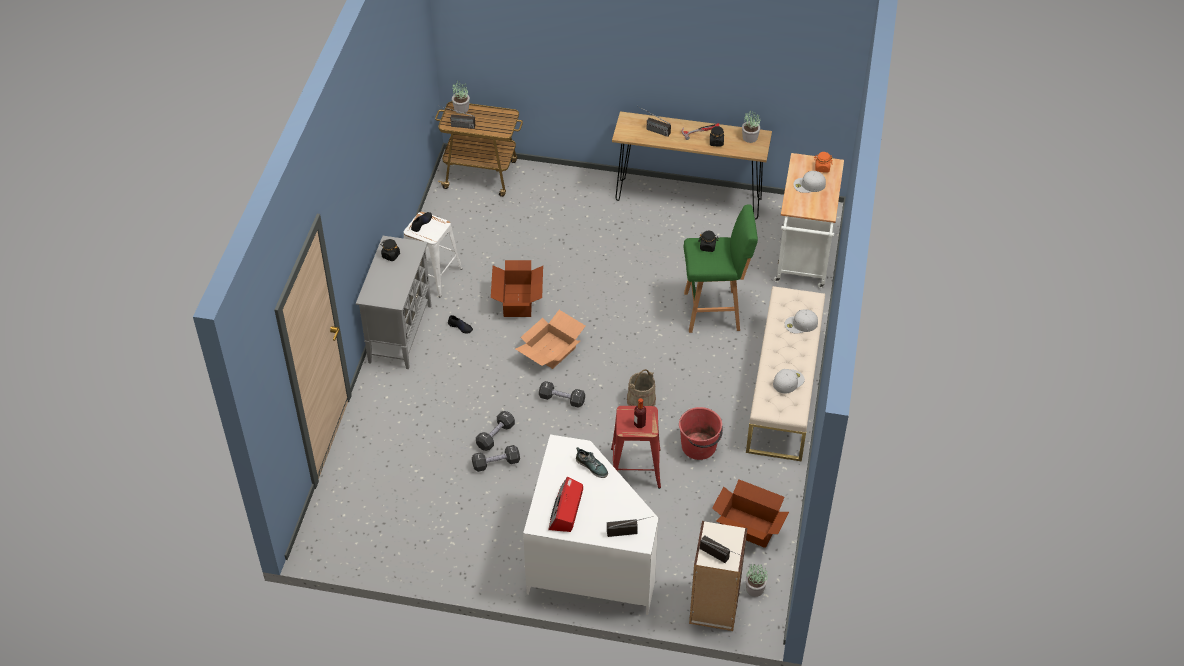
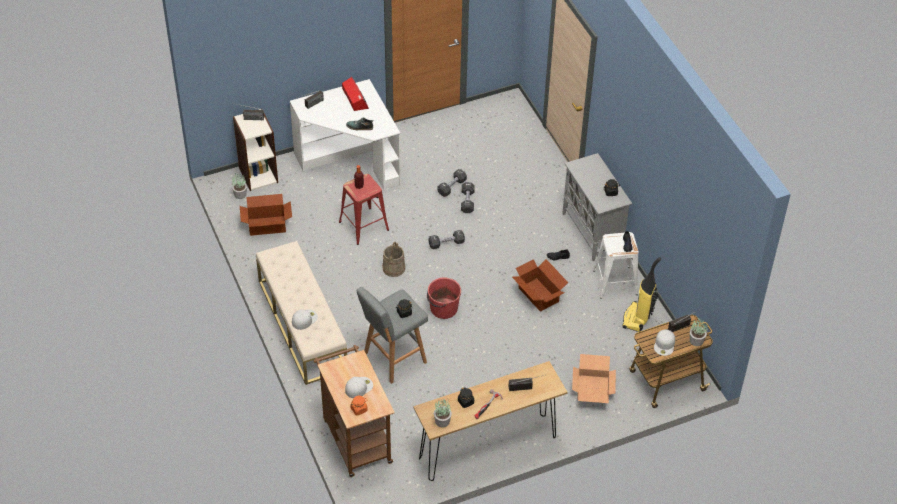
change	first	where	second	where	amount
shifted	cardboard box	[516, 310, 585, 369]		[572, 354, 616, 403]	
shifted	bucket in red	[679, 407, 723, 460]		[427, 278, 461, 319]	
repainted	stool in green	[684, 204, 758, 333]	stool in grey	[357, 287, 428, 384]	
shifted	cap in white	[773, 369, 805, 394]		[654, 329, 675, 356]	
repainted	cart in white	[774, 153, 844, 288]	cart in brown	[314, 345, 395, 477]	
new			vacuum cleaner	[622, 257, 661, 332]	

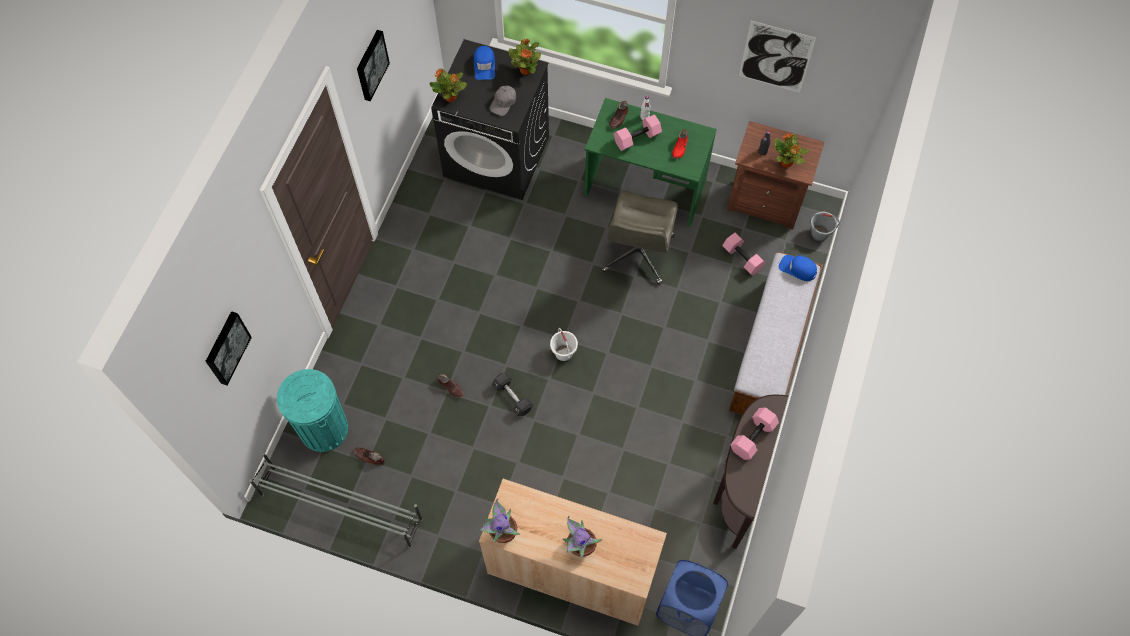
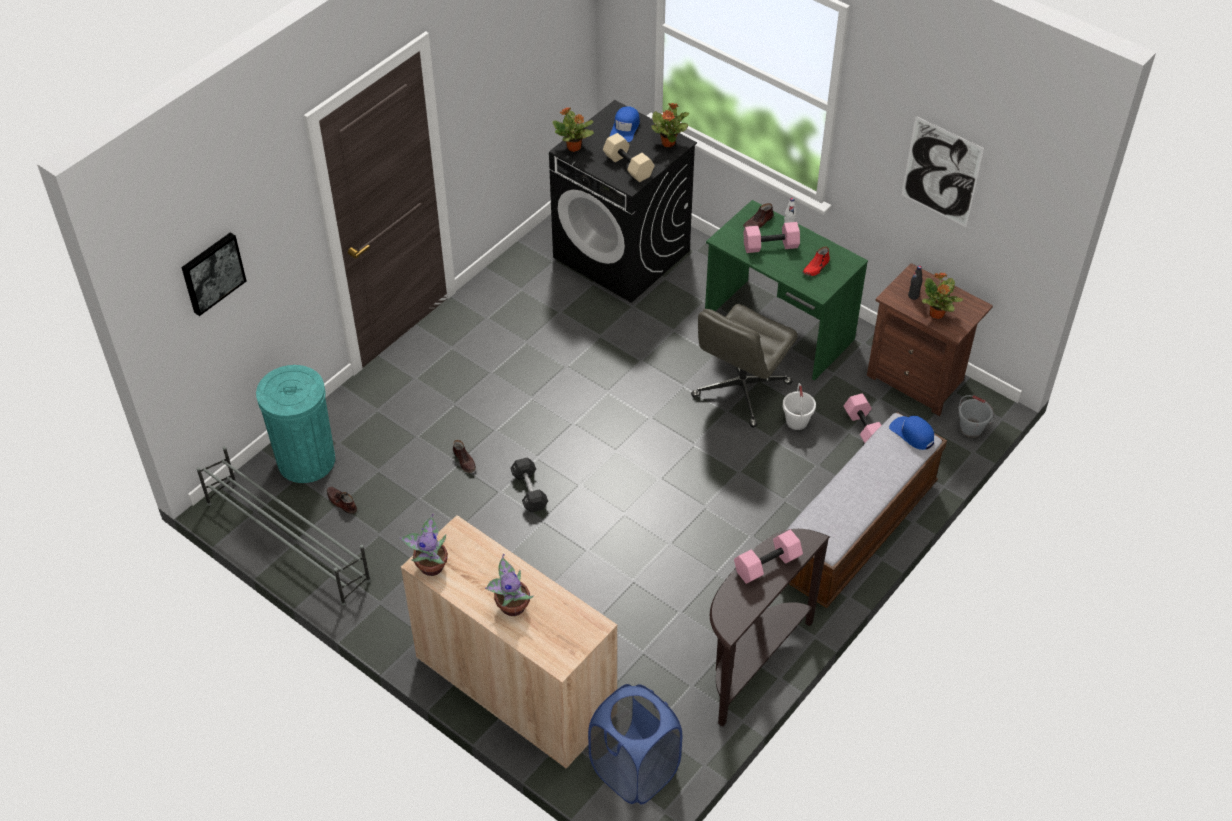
change	first	where	second	where	amount
gone	picture	[357, 30, 390, 101]			
swapped	cap in grey	[489, 86, 516, 116]	dumbbell in beige	[603, 133, 655, 182]	
shifted	bucket in white	[550, 328, 578, 361]		[783, 383, 816, 430]	

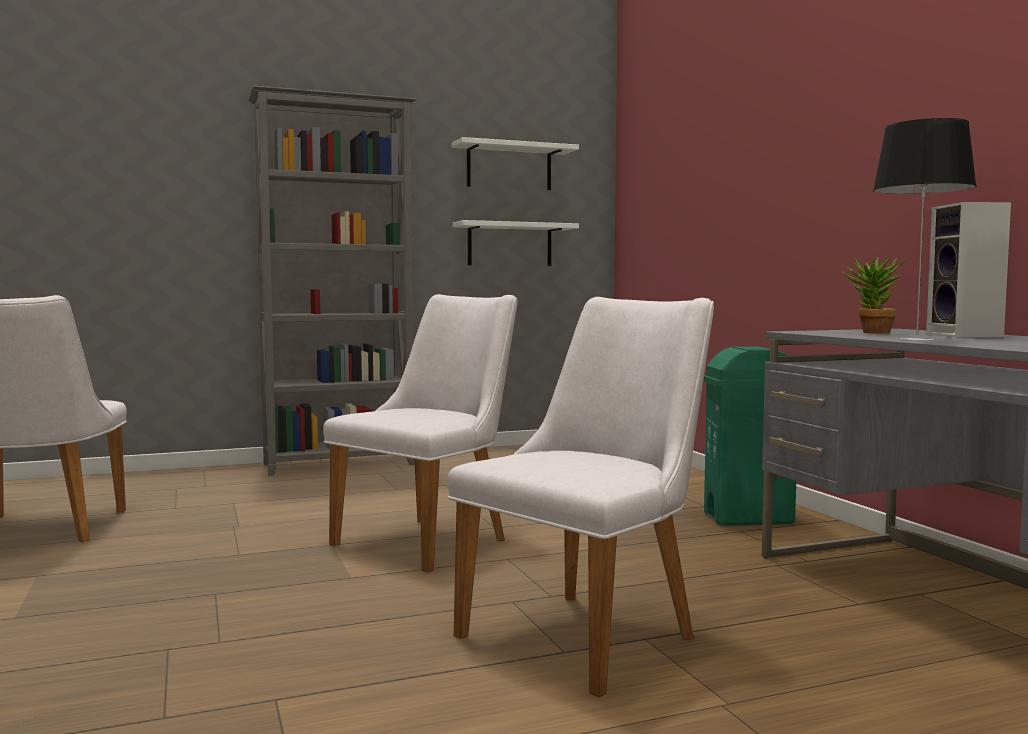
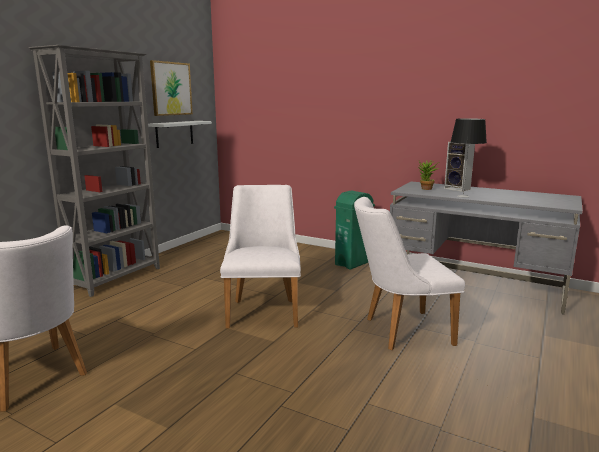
change	first	where	second	where	amount
rotated	chair in white	[448, 297, 714, 697]		[354, 197, 465, 350]	105 degrees counterclockwise
swapped	shelf in white	[452, 137, 579, 190]	picture	[150, 60, 193, 116]	

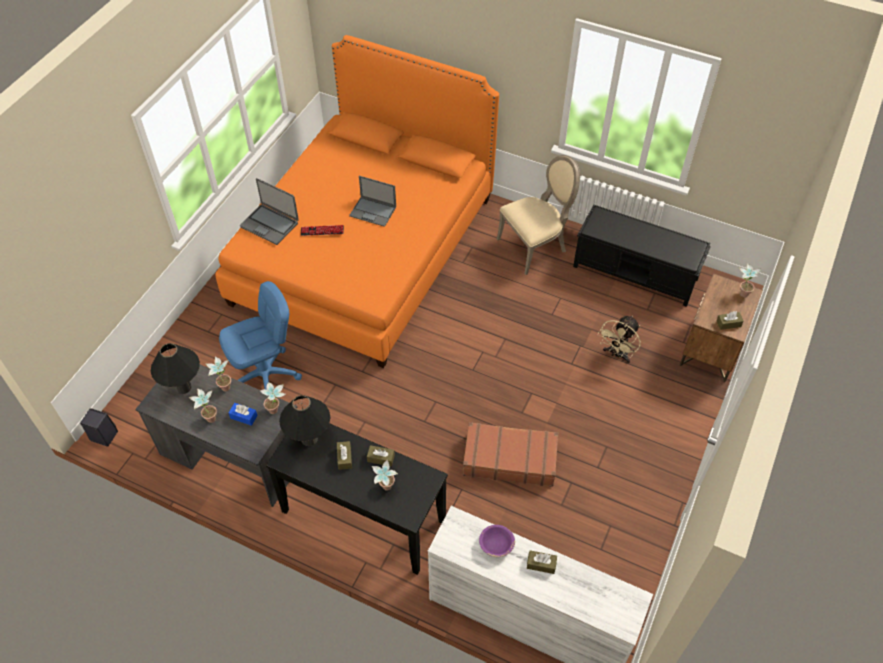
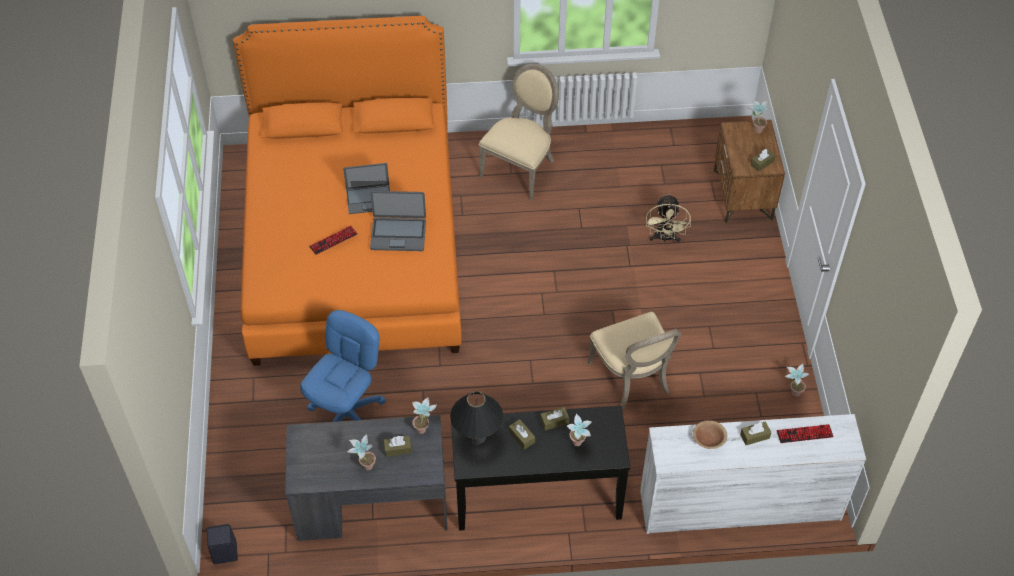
change	first	where	second	where	amount
gone	table lamp in black	[151, 343, 200, 394]			
shifted	potted plant	[205, 357, 231, 391]		[785, 364, 809, 397]	
repainted	tissue box in blue	[229, 403, 258, 426]	tissue box in brown	[384, 436, 412, 457]	
shifted	laptop	[240, 178, 299, 245]		[370, 191, 426, 251]	
swapped	suitcase in brown	[463, 422, 558, 487]	chair in beige	[588, 312, 682, 410]	
repainted	bowl in purple	[479, 525, 515, 557]	bowl in brown	[693, 420, 727, 449]	
gone	bench in black	[573, 205, 711, 307]			
new			keyboard	[777, 424, 834, 443]	

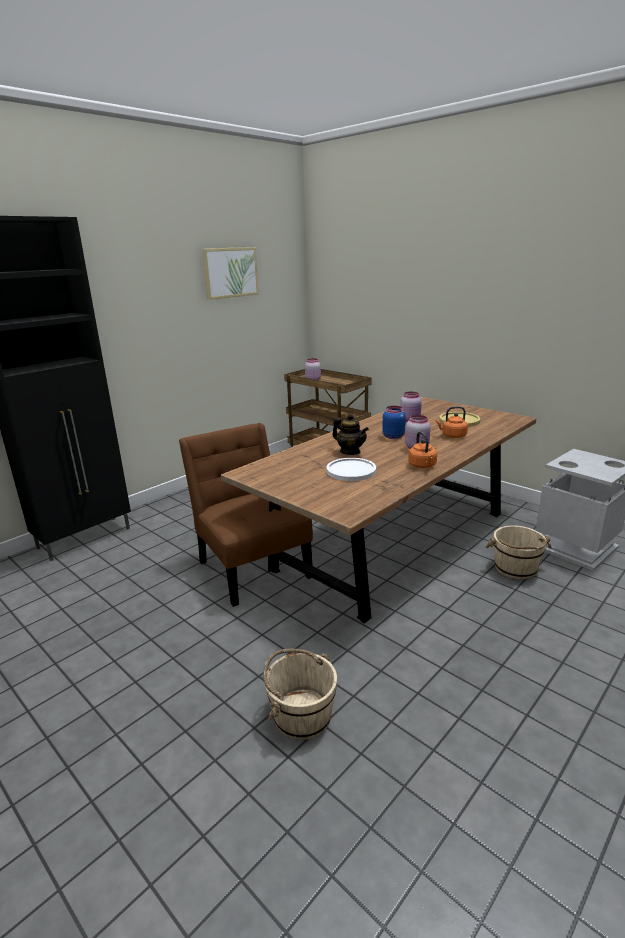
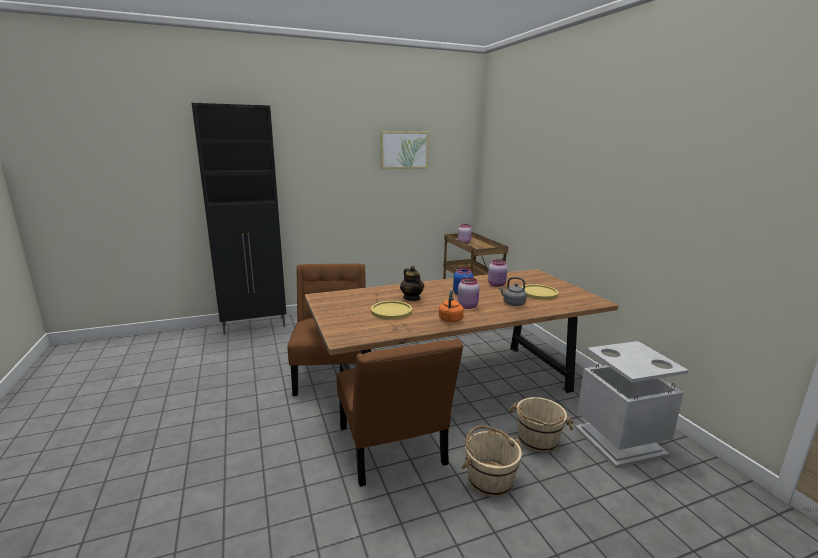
change	first	where	second	where	amount
shifted	bucket in beige	[263, 649, 337, 740]		[461, 425, 522, 497]	
repainted	plate in white	[327, 458, 376, 481]	plate in yellow	[371, 301, 412, 320]	
repainted	kettle in orange	[435, 406, 468, 438]	kettle in grey	[499, 277, 527, 306]	
new			chair in brown	[337, 339, 463, 487]	

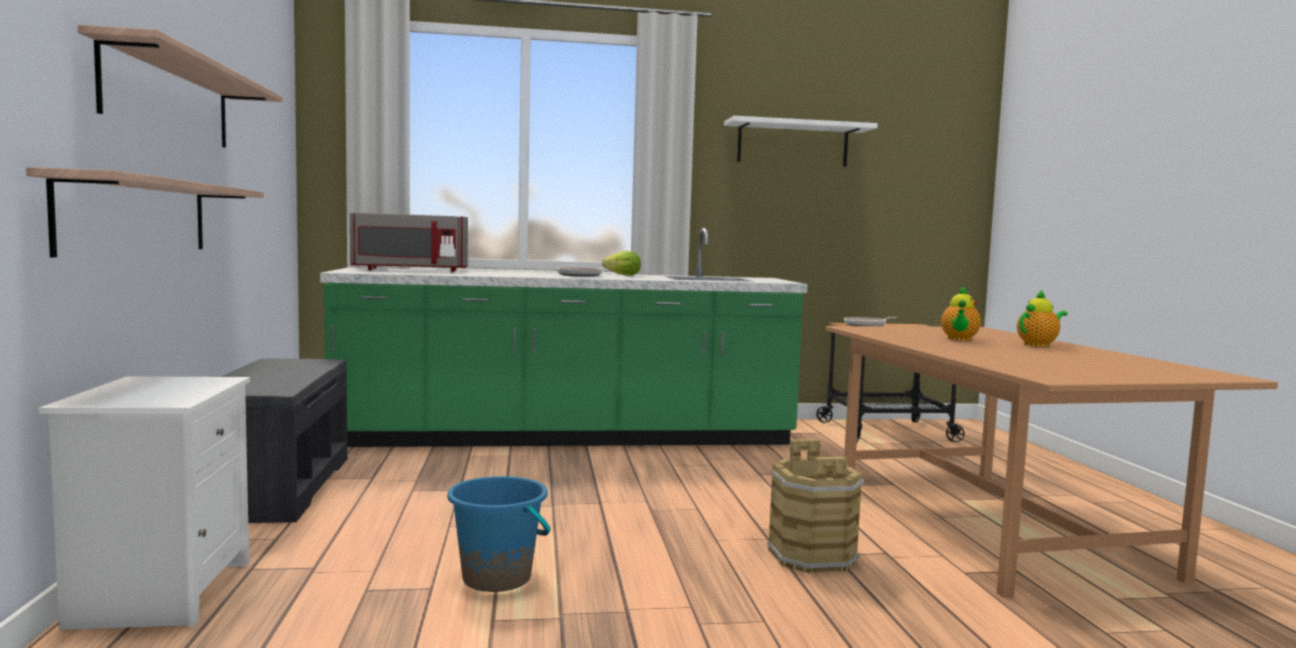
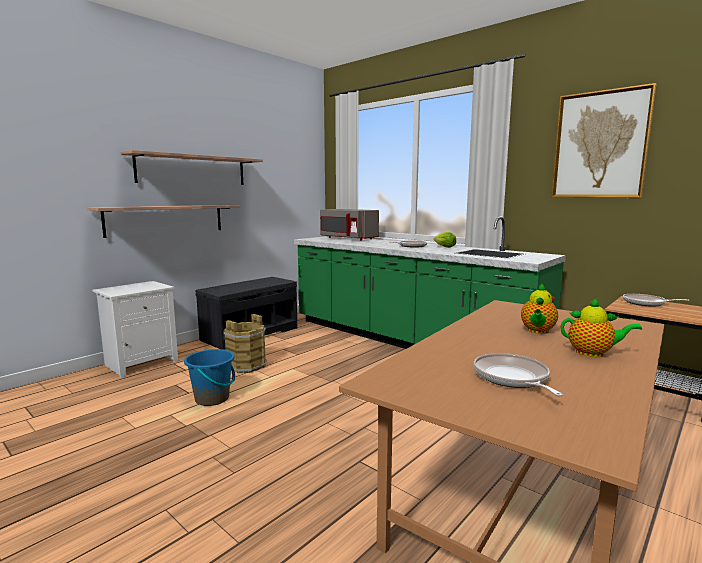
change	first	where	second	where	amount
swapped	shelf in white	[724, 116, 878, 167]	picture	[551, 83, 656, 198]	
shifted	bucket in brown	[767, 439, 865, 573]		[224, 314, 267, 373]	
rotated	teapot	[941, 286, 981, 341]		[521, 283, 558, 334]	45 degrees counterclockwise
new			frying pan	[474, 353, 563, 397]	

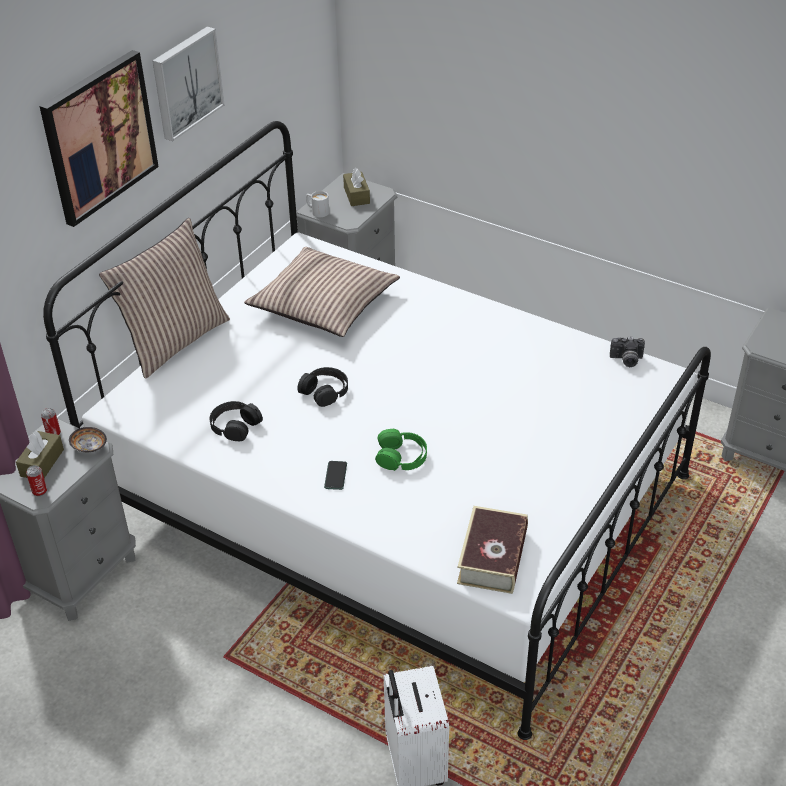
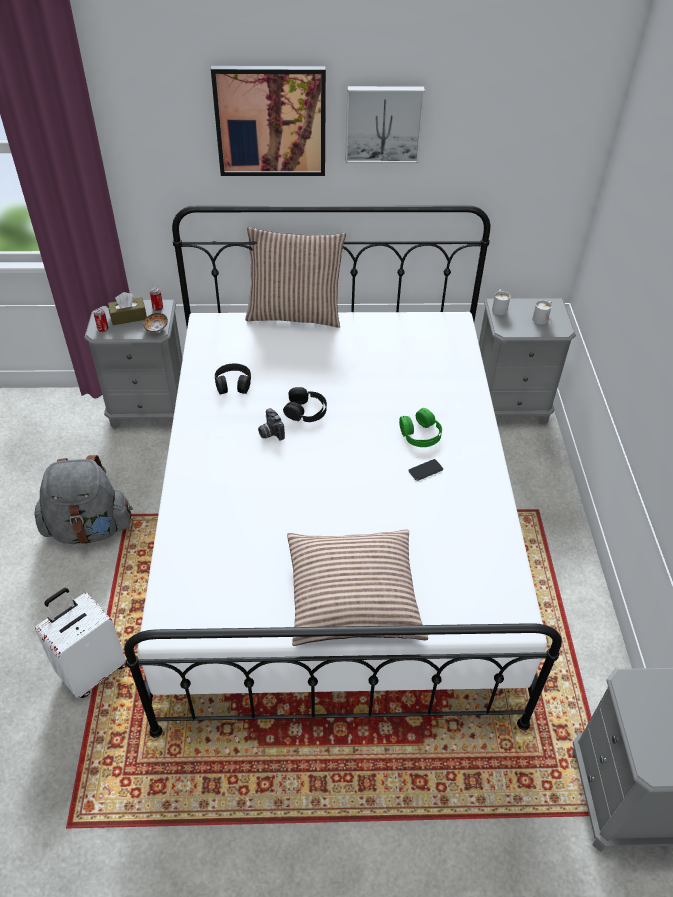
change	first	where	second	where	amount
shifted	pillow	[244, 247, 400, 337]		[287, 529, 428, 646]	
shifted	phone	[324, 461, 347, 490]		[408, 459, 443, 481]	
swapped	tissue box in brown	[343, 168, 370, 206]	mug in white	[532, 300, 552, 325]	
shifted	headphones in green	[375, 429, 427, 471]		[399, 408, 442, 447]	
gone	book	[457, 506, 528, 594]			
shifted	photo camera	[610, 337, 645, 367]		[258, 408, 285, 441]	
new			backpack in grey	[35, 455, 133, 544]	

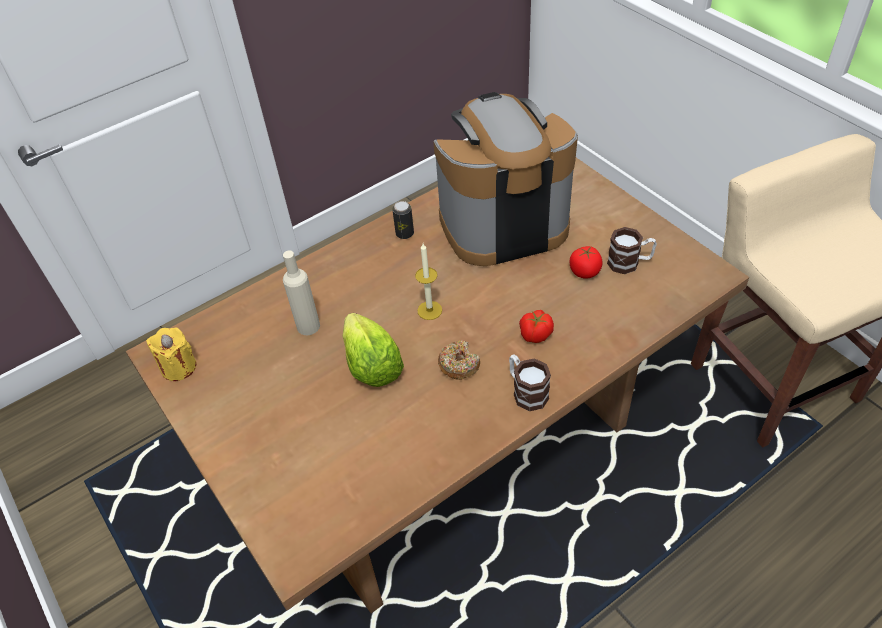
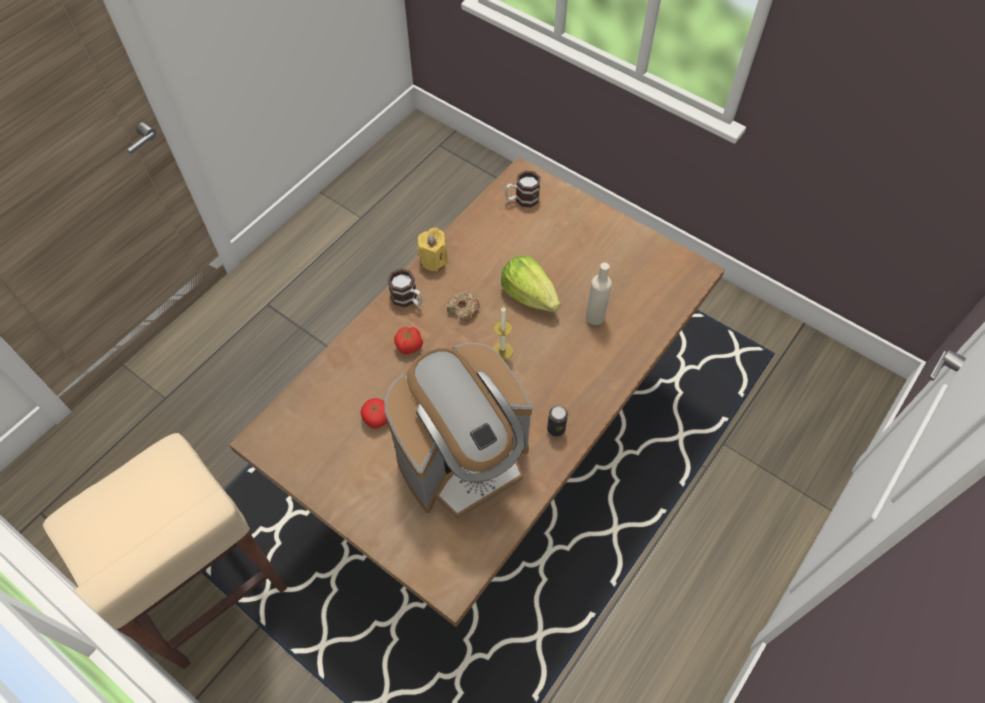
change	first	where	second	where	amount
shifted	candle in yellow	[146, 327, 197, 381]		[417, 228, 448, 272]	
shifted	mug	[607, 227, 657, 274]		[505, 171, 541, 208]	

